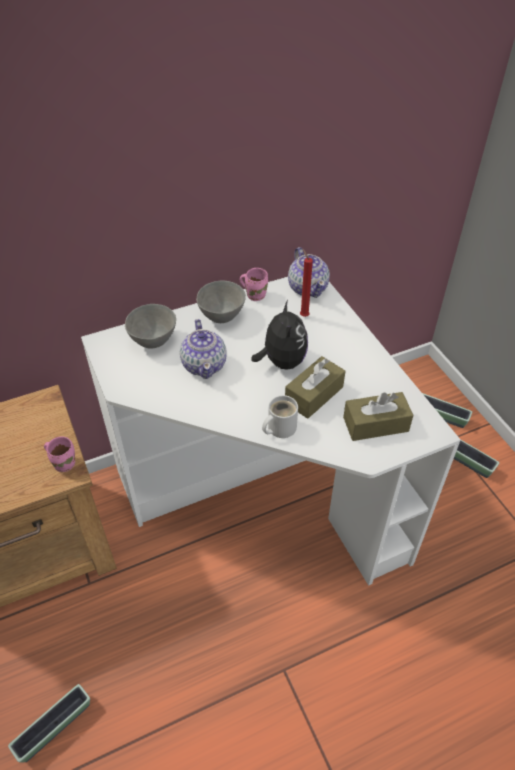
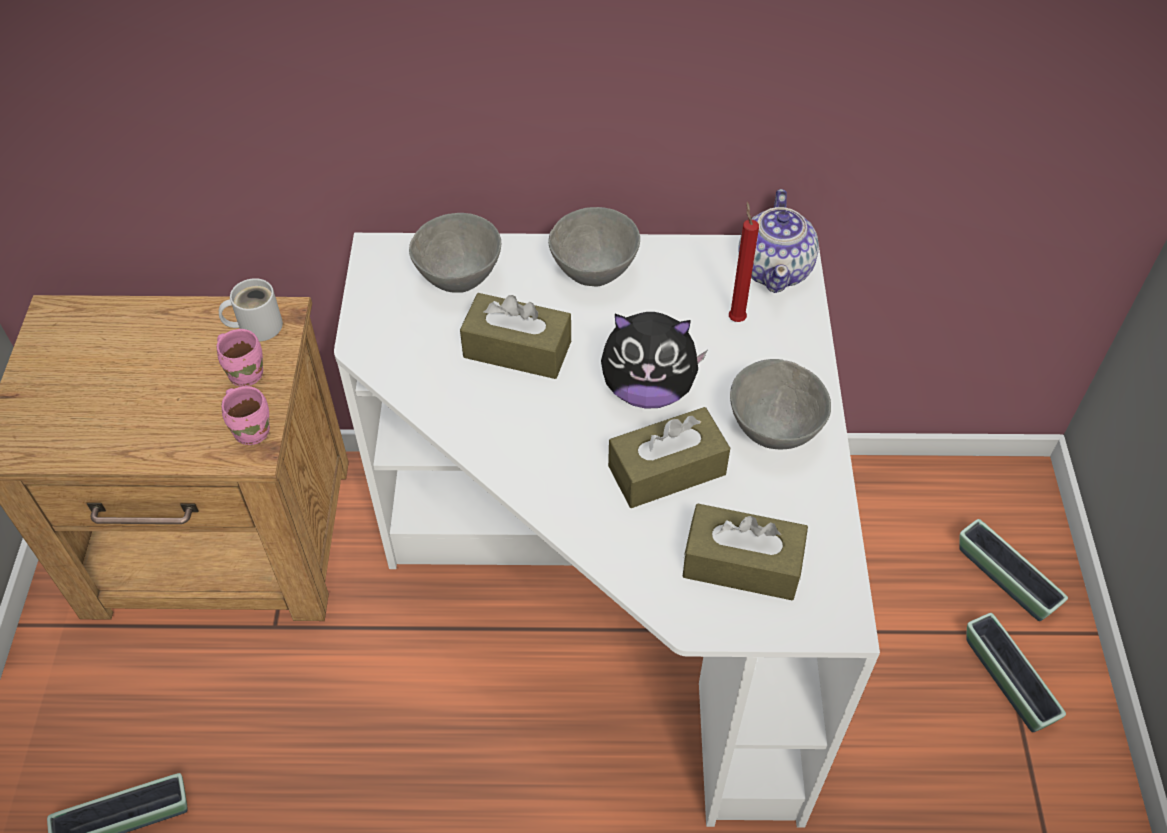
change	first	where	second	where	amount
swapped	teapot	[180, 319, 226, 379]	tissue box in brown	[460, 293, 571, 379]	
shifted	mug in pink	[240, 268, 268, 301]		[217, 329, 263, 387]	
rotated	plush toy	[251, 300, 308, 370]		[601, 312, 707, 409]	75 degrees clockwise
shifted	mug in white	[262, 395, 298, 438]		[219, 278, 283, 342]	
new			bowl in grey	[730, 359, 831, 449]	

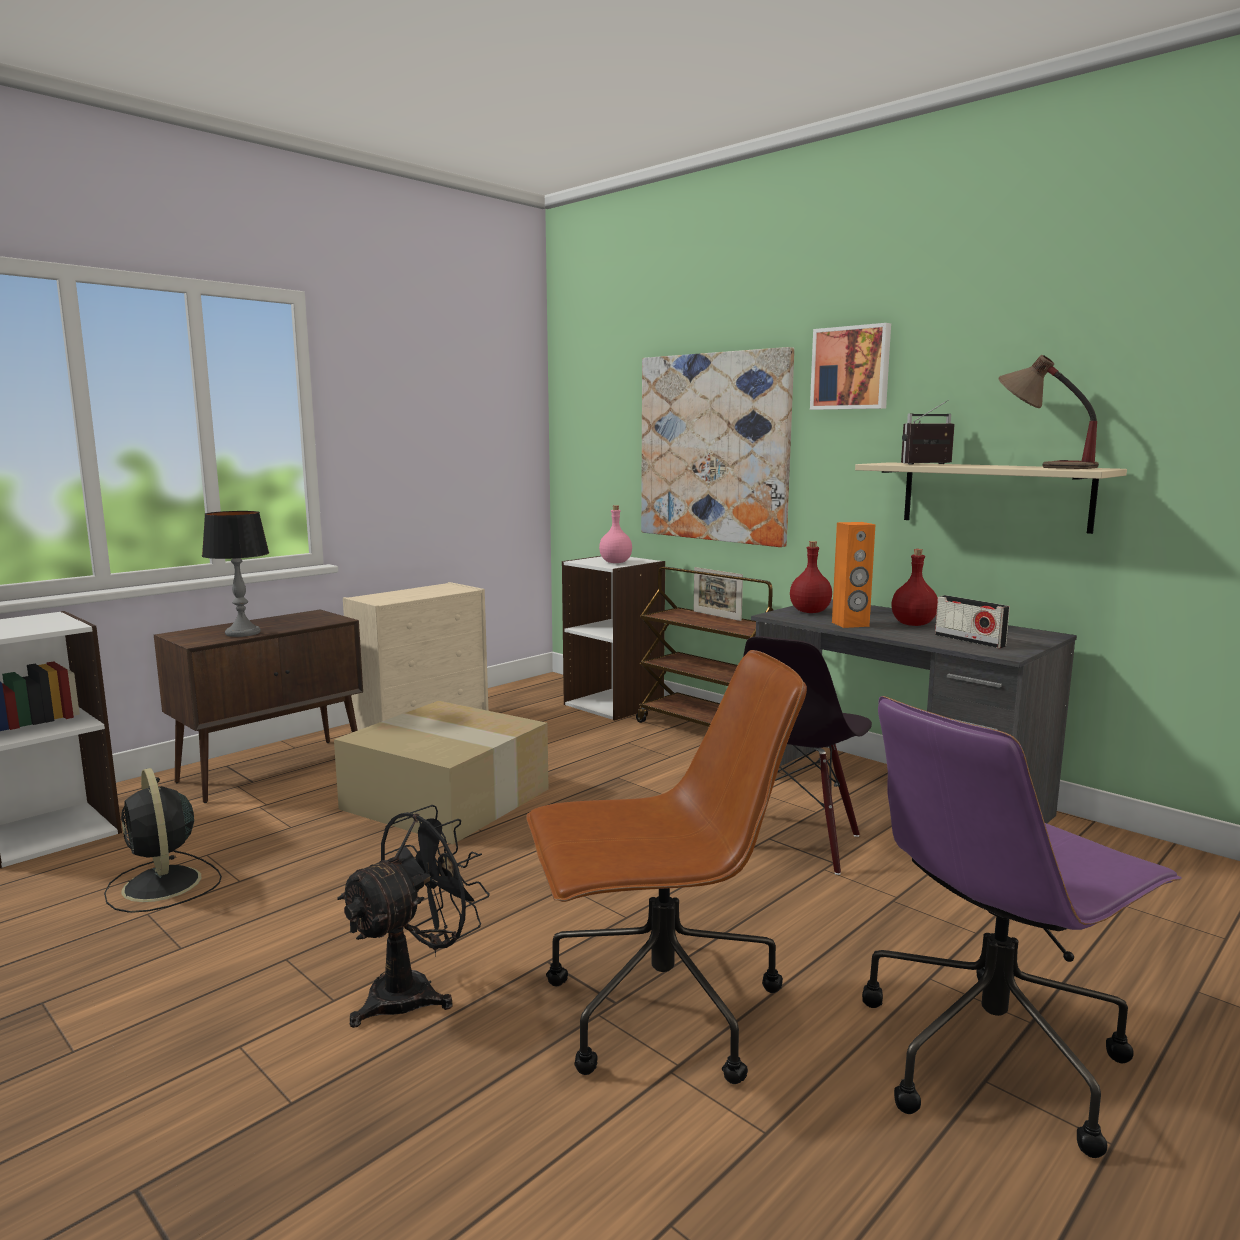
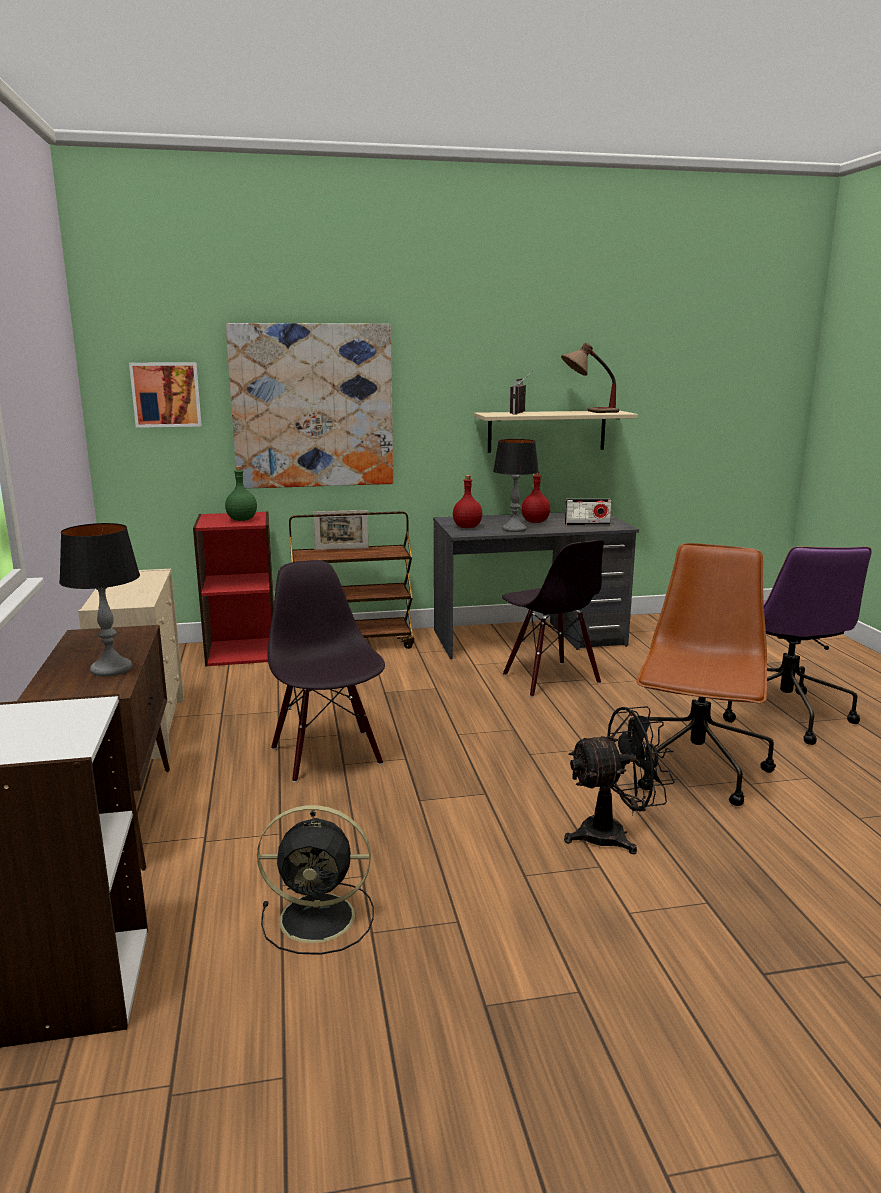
change	first	where	second	where	amount
swapped	cardboard box	[334, 701, 549, 844]	chair in black	[268, 560, 385, 783]	
rotated	fan in black	[337, 805, 490, 1028]		[564, 706, 675, 854]	90 degrees clockwise
repainted	bookcase in white	[562, 556, 665, 721]	bookcase in red	[193, 511, 274, 667]	
repainted	bottle in pink	[599, 505, 632, 563]	bottle in green	[225, 466, 257, 521]	
shifted	picture	[810, 323, 891, 410]		[129, 362, 202, 428]	
swapped	speaker in orange	[832, 522, 876, 628]	table lamp	[493, 439, 539, 532]	

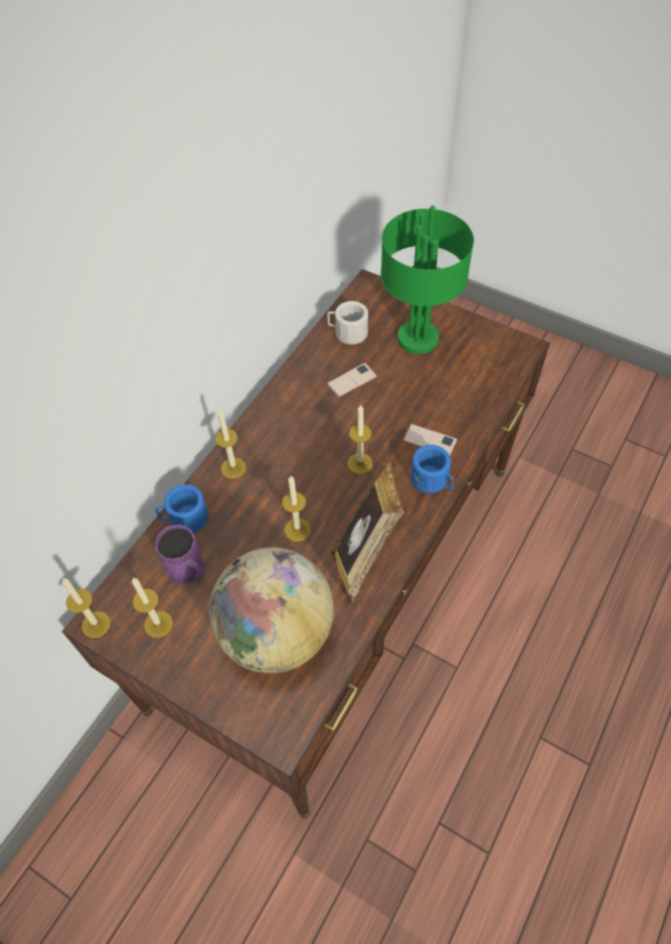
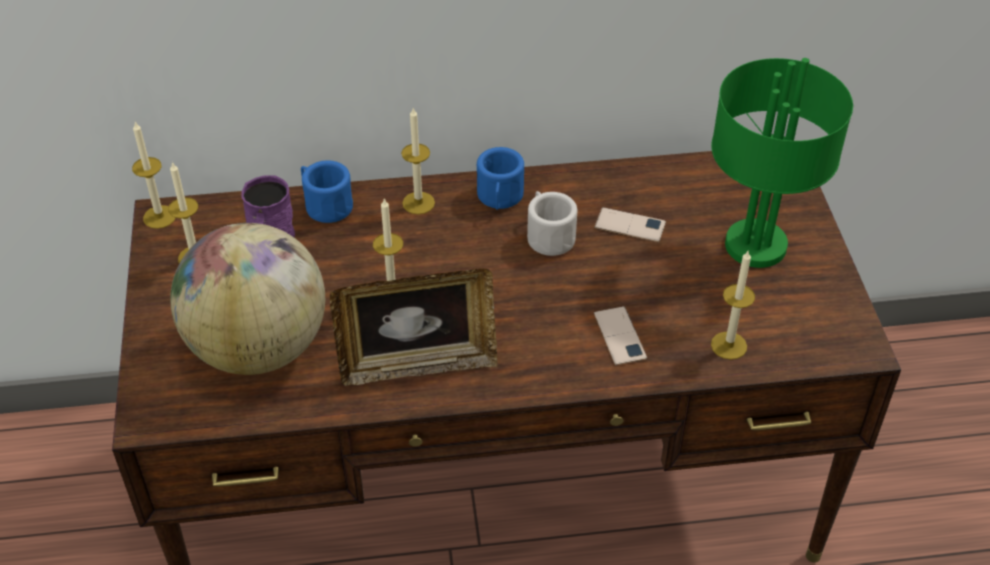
change	first	where	second	where	amount
shifted	mug in white	[327, 301, 368, 345]		[527, 191, 577, 256]	
shifted	candle	[348, 405, 373, 474]		[711, 251, 755, 360]	
shifted	mug in blue	[411, 445, 454, 493]		[477, 147, 524, 210]	

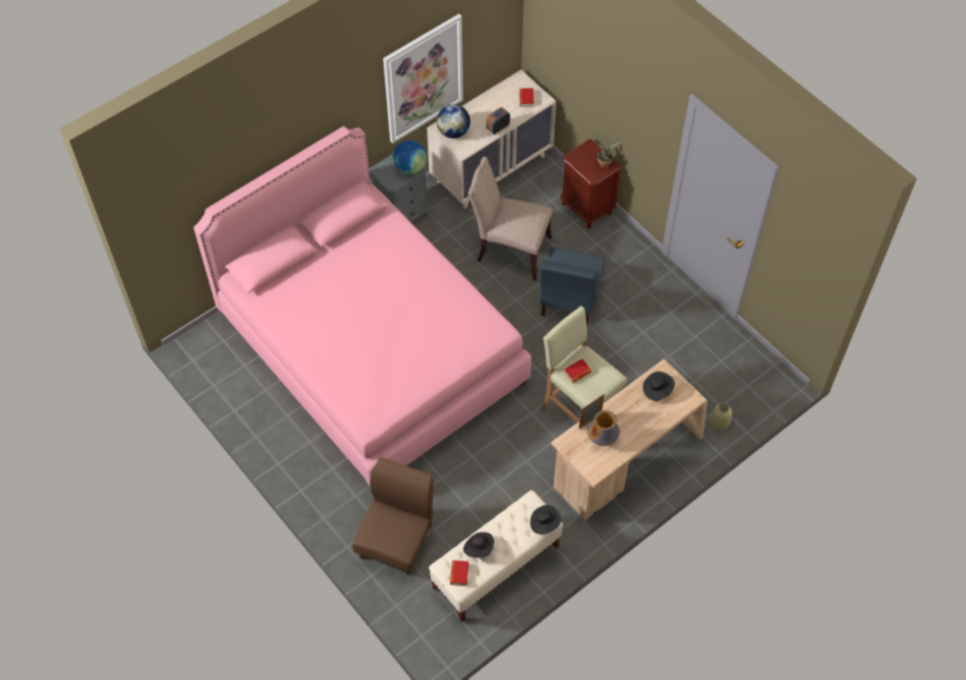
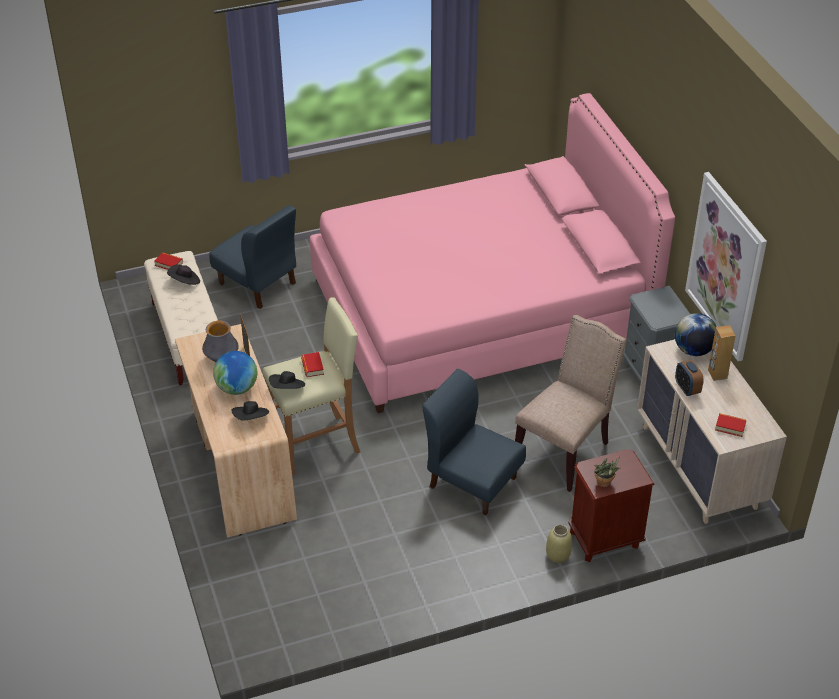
change	first	where	second	where	amount
repainted	chair in brown	[352, 457, 433, 575]	chair in blue	[209, 205, 296, 309]	
shifted	globe	[393, 140, 427, 175]		[213, 351, 257, 395]	
shifted	hat in black	[530, 505, 561, 534]		[269, 371, 305, 389]	
shifted	vase in beige	[710, 403, 732, 430]		[546, 524, 572, 563]	
new			speaker in brown	[708, 325, 736, 381]	

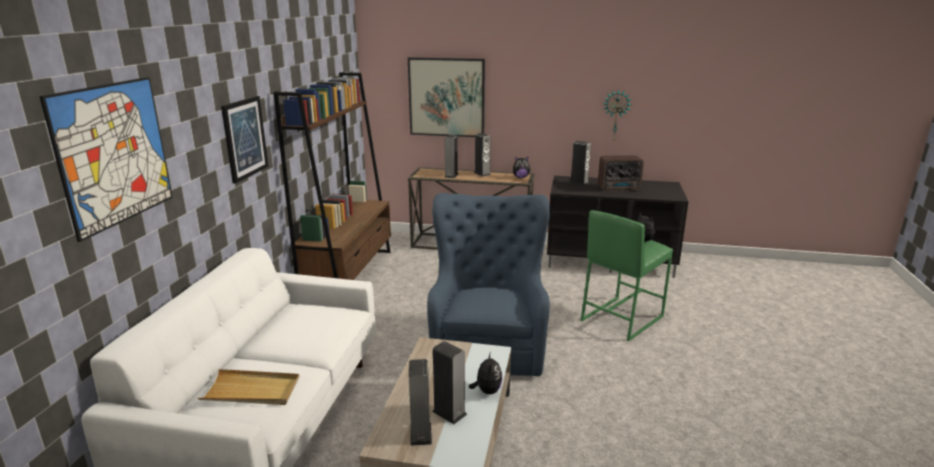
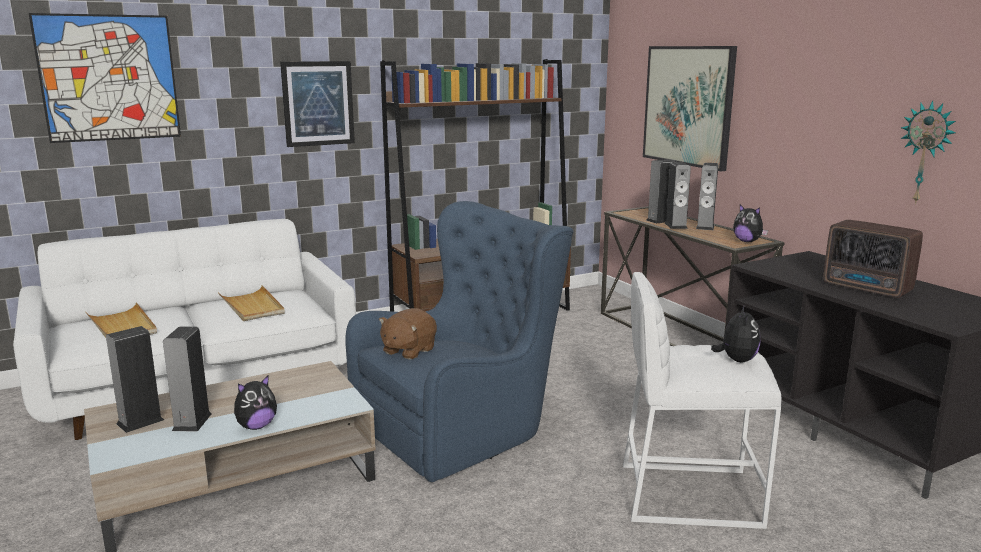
change	first	where	second	where	amount
shifted	speaker	[570, 141, 591, 186]		[665, 162, 691, 229]	
repainted	stool in green	[581, 210, 673, 341]	stool in white	[623, 272, 782, 529]	
new			tray in beige	[218, 285, 285, 321]	
new			plush toy in brown	[379, 308, 437, 360]	

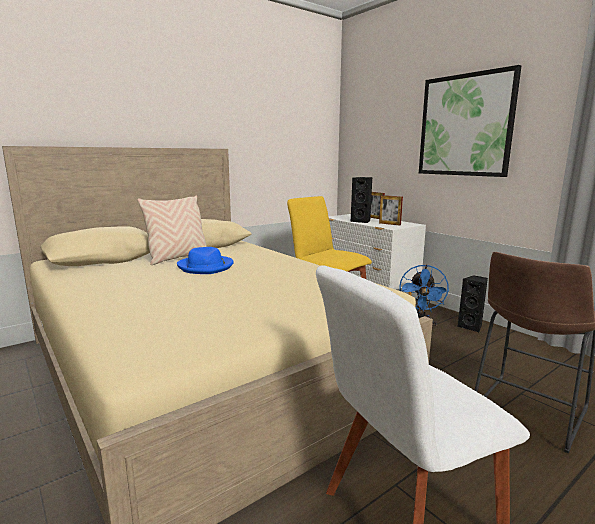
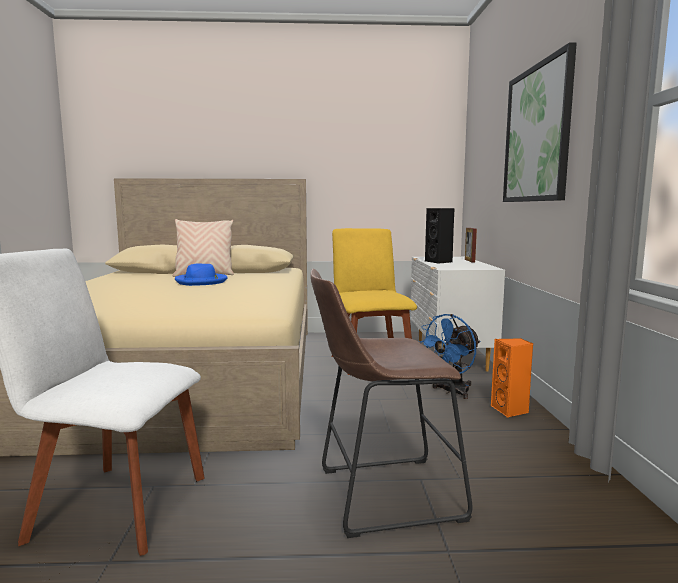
change	first	where	second	where	amount
gone	picture frame	[379, 195, 403, 226]			
repainted	speaker in black	[457, 275, 488, 332]	speaker in orange	[491, 338, 533, 418]	

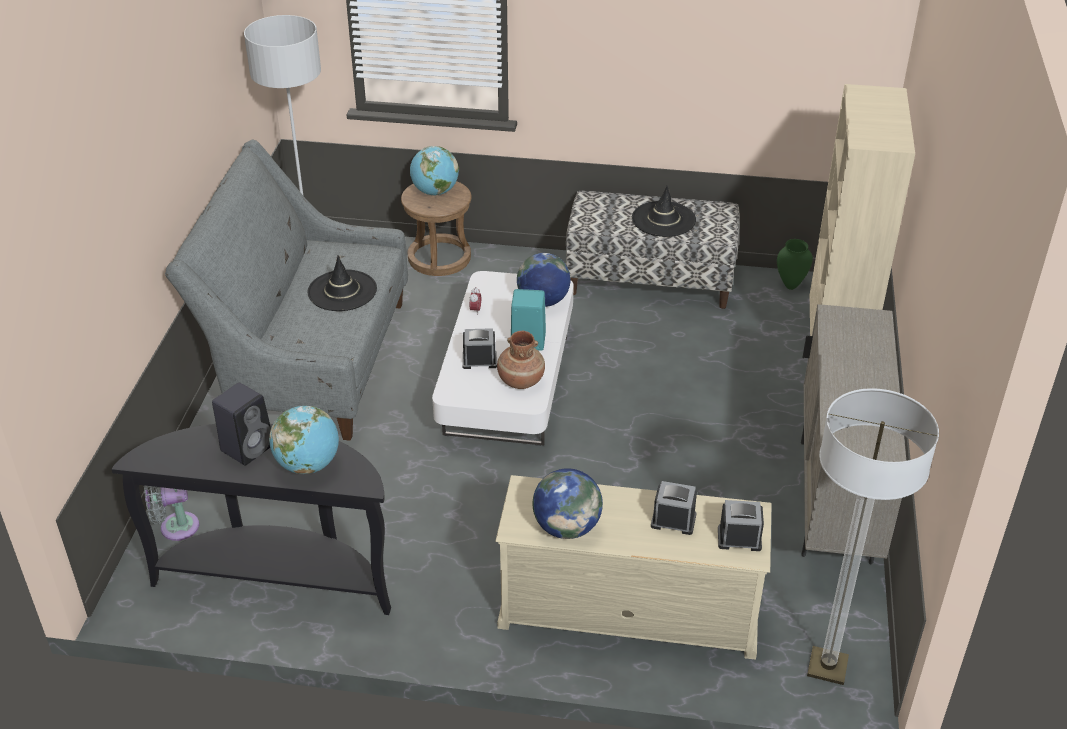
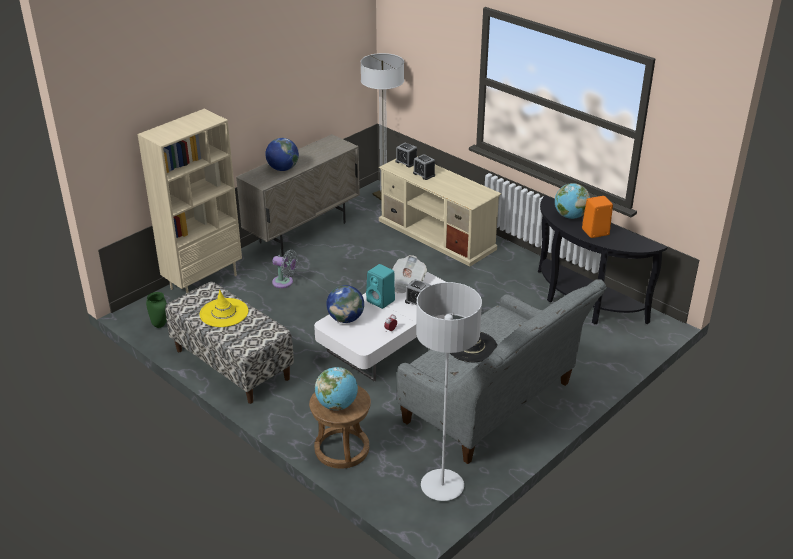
change	first	where	second	where	amount
shifted	fan in grey	[144, 485, 199, 541]		[272, 250, 298, 288]	
repainted	speaker in black	[212, 383, 271, 465]	speaker in orange	[582, 196, 613, 238]	
swapped	vase in brown	[497, 331, 545, 389]	newspaper	[392, 255, 427, 293]	
shifted	globe	[533, 468, 603, 539]		[265, 138, 299, 171]	
repainted	hat in black	[632, 185, 696, 237]	hat in yellow	[200, 290, 248, 327]	

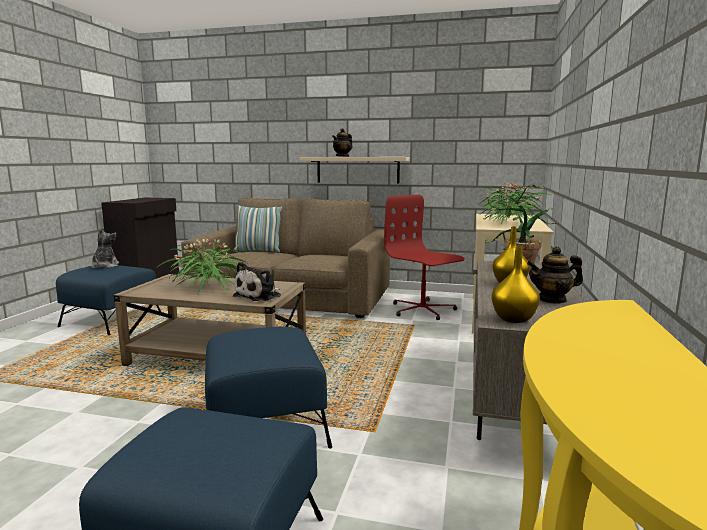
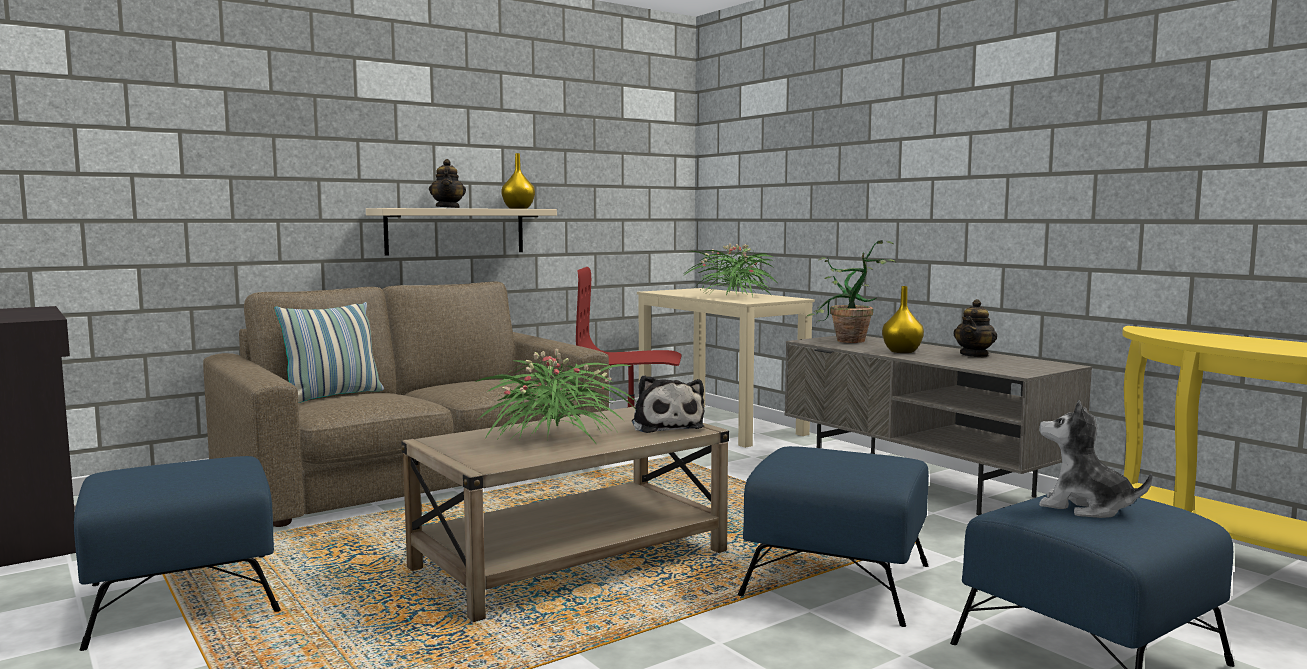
change	first	where	second	where	amount
shifted	plush toy	[91, 228, 119, 269]		[1039, 400, 1152, 518]	
shifted	vase in yellow	[492, 246, 540, 323]		[501, 153, 535, 209]	

